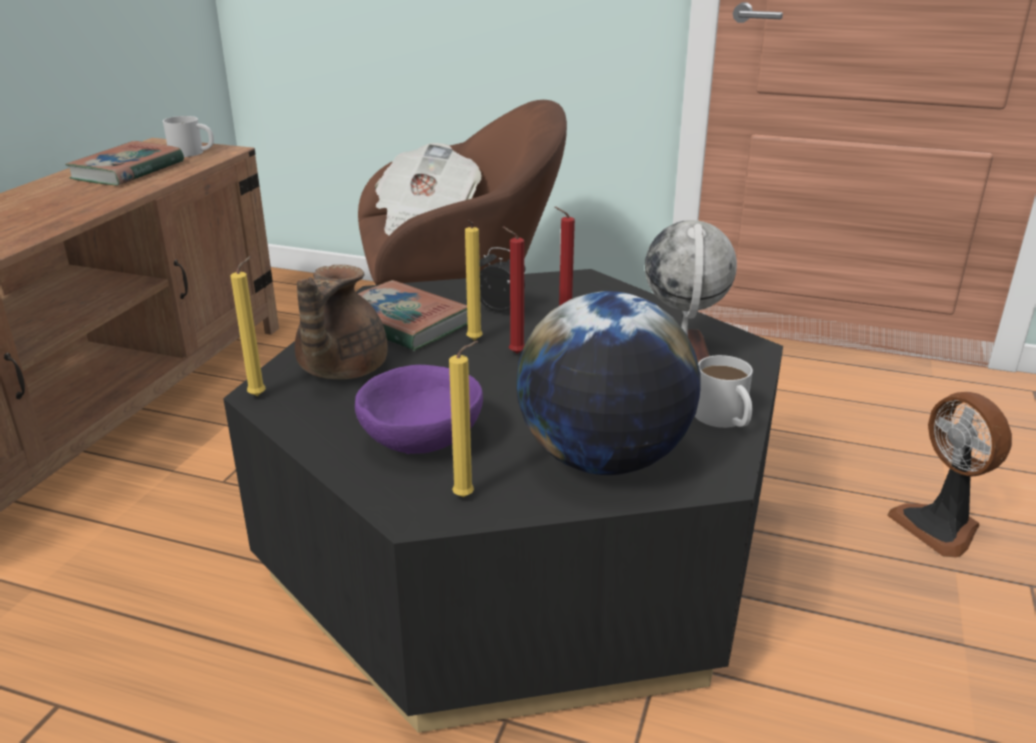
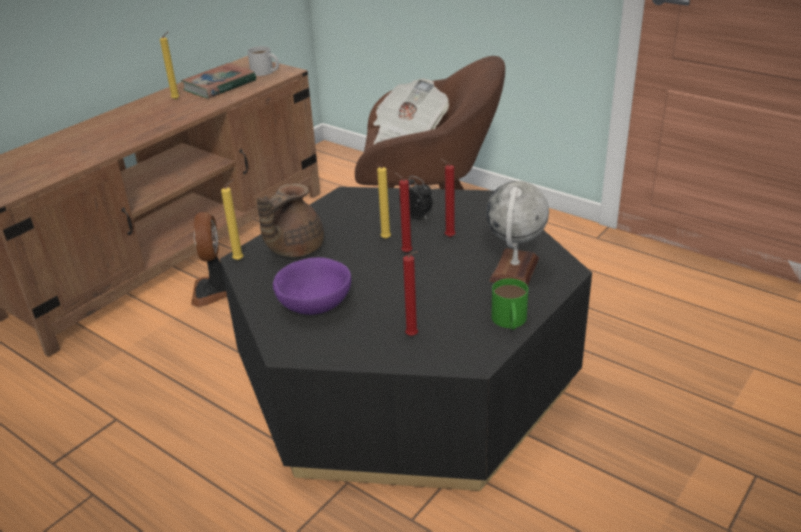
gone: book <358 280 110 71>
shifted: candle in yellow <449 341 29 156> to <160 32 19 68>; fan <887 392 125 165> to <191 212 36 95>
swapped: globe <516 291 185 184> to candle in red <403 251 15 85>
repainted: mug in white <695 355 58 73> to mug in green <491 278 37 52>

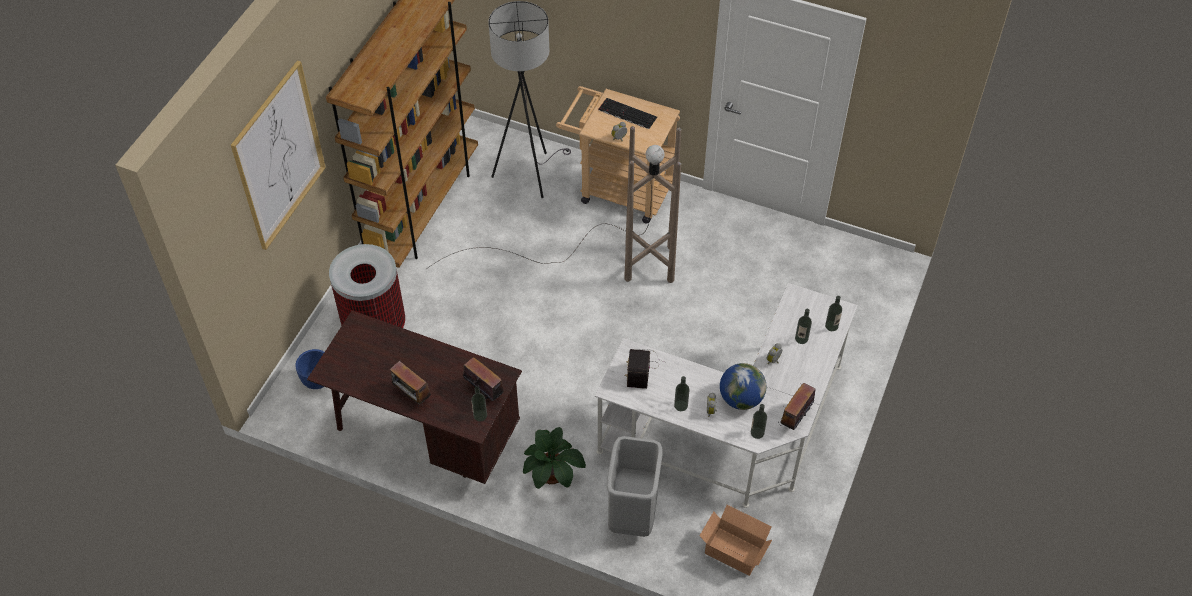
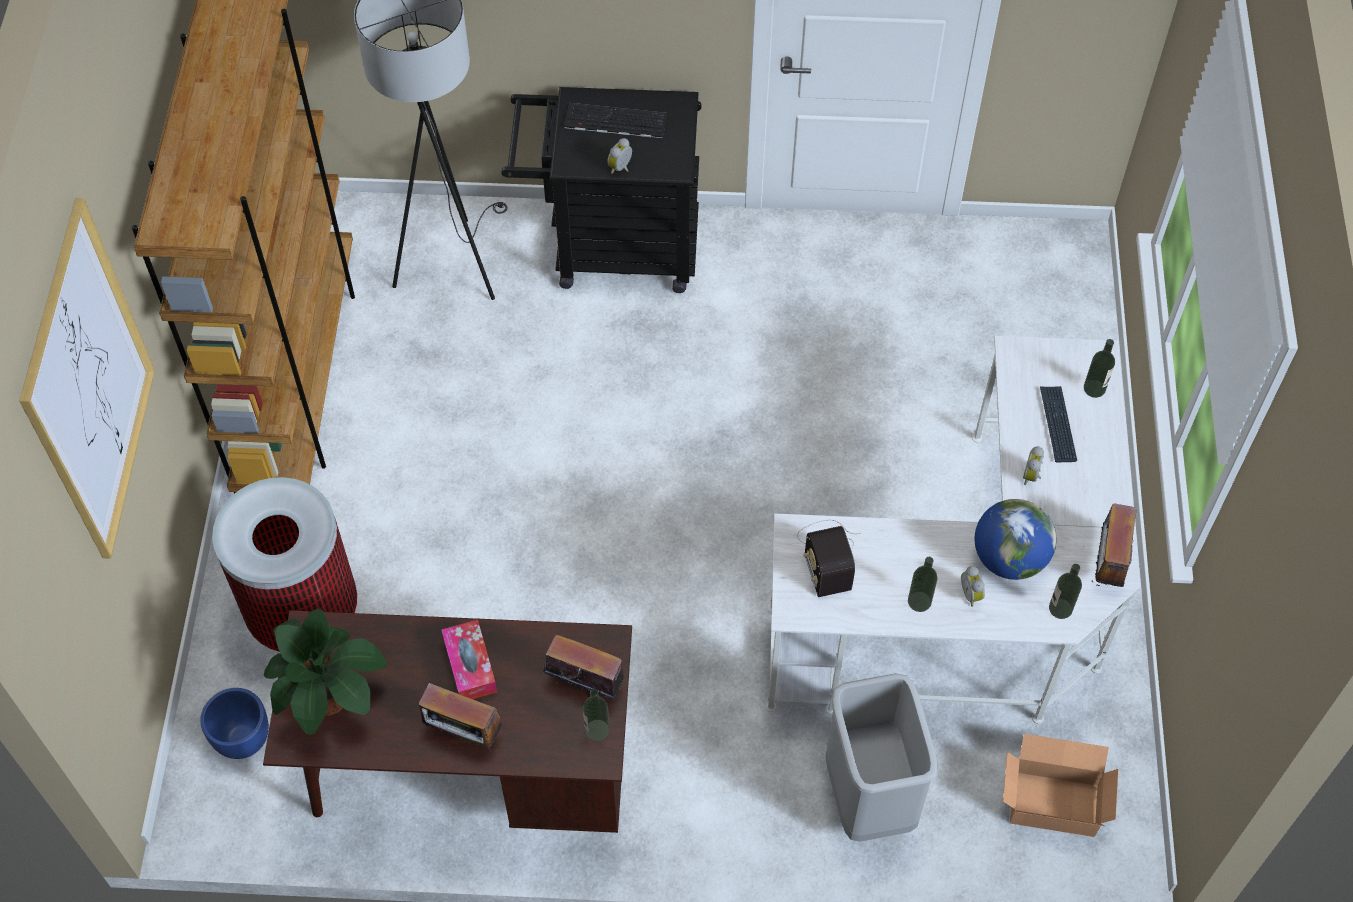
gone: floor lamp in brown <428 126 253 157>
new: tissue box <442 620 55 79>
shifted: potted plant <523 427 63 62> to <264 609 123 126>
swapped: bottle <795 309 17 35> to keyboard <1040 386 37 76>
repainted: cart in beige <556 86 124 137> to cart in black <501 87 200 206>

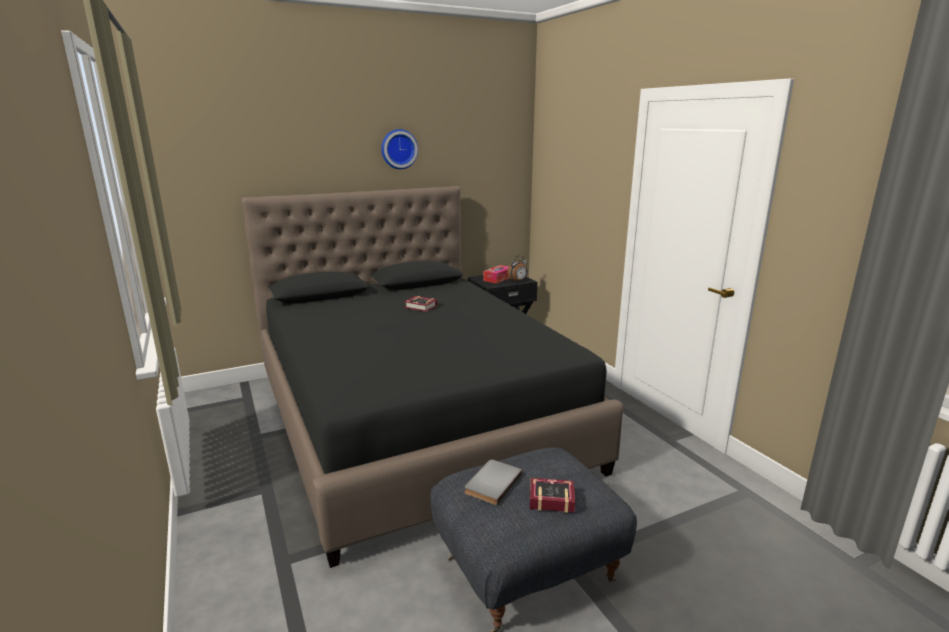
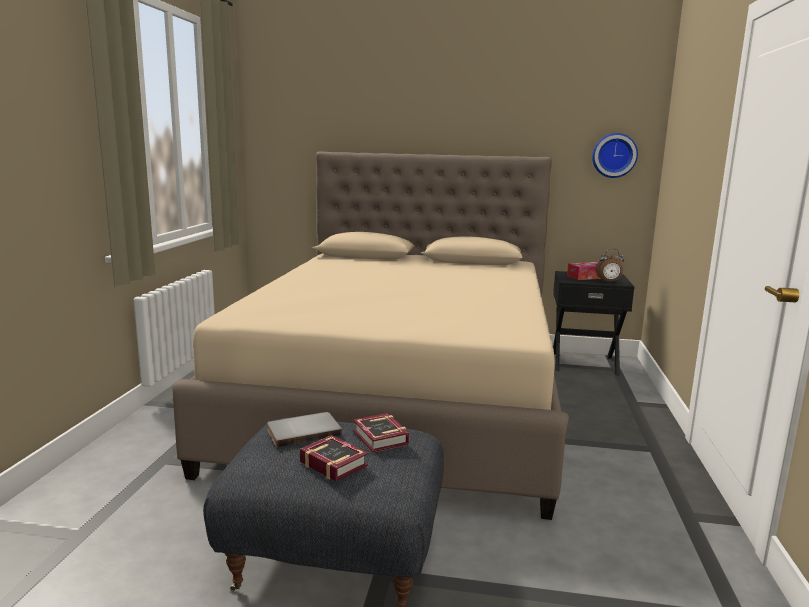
shifted: wall clock <381 129 37 40> to <592 133 46 45>; book <404 296 34 16> to <353 413 56 39>
repainted: bed in black <242 186 382 382> to bed in beige <172 152 397 368>

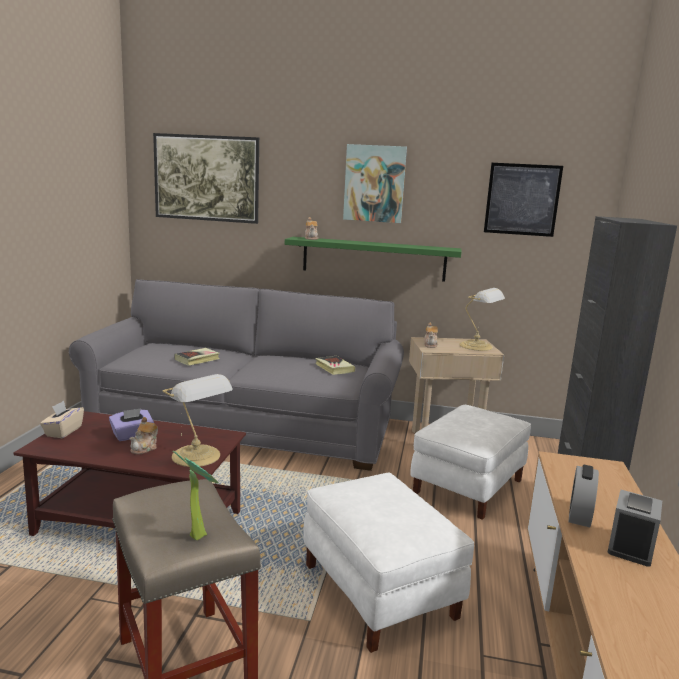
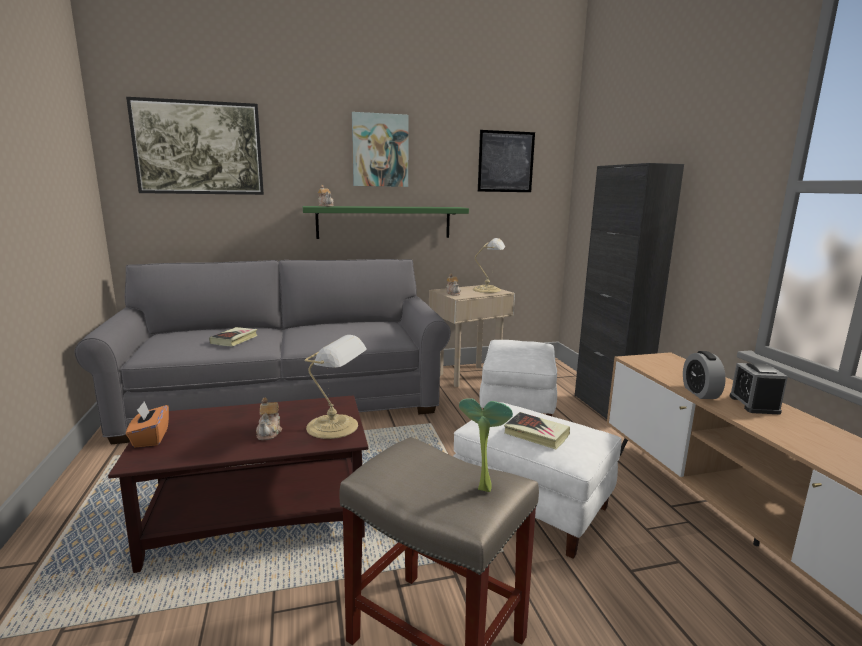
gone: tissue box in purple <109 408 45 33>
shifted: book <315 356 40 19> to <504 412 66 37>
repainted: tissue box in beige <40 401 44 37> to tissue box in orange <126 402 43 46>

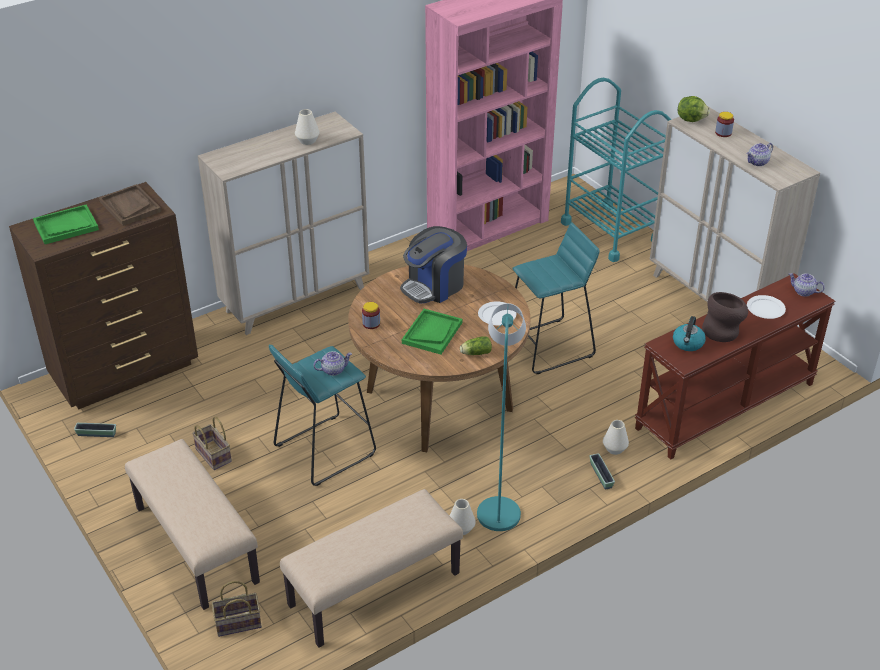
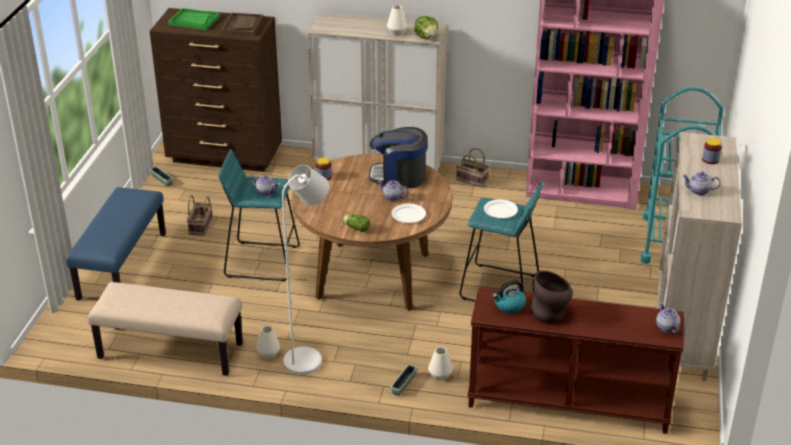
gone: tray in green <402 309 60 46>
new: teapot <378 180 31 21>
shifted: basket <211 581 51 56> to <456 148 34 39>; lettuce <678 96 32 26> to <414 16 24 23>; plate in white <747 295 39 24> to <484 199 34 19>
repainted: bench in beige <125 439 135 171> to bench in blue <66 187 100 113>; floor lamp in turquoise <477 303 49 228> to floor lamp in white <282 165 47 210>

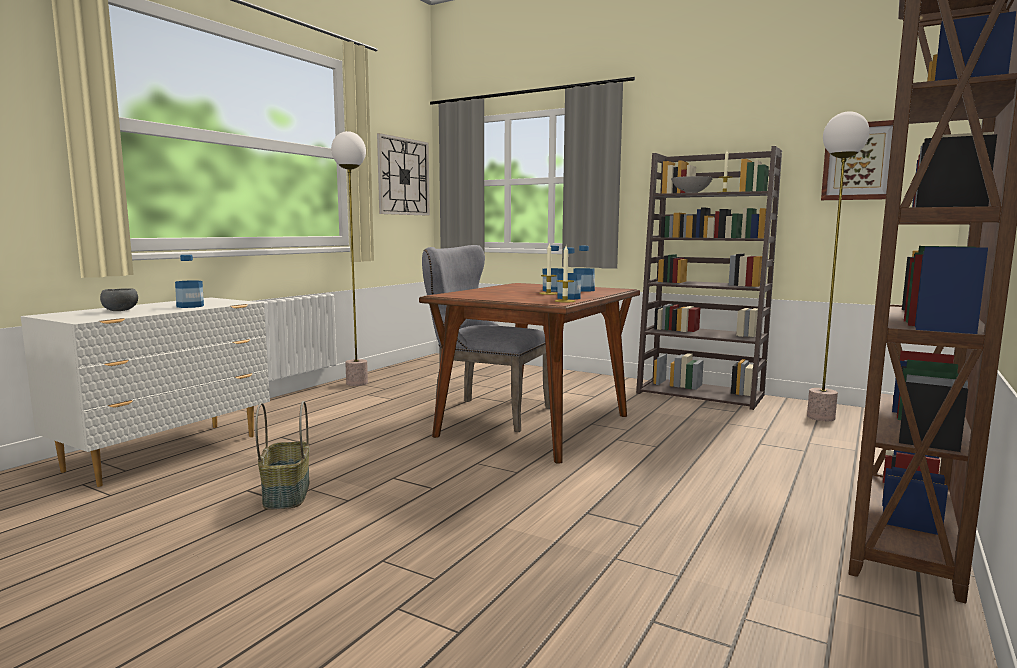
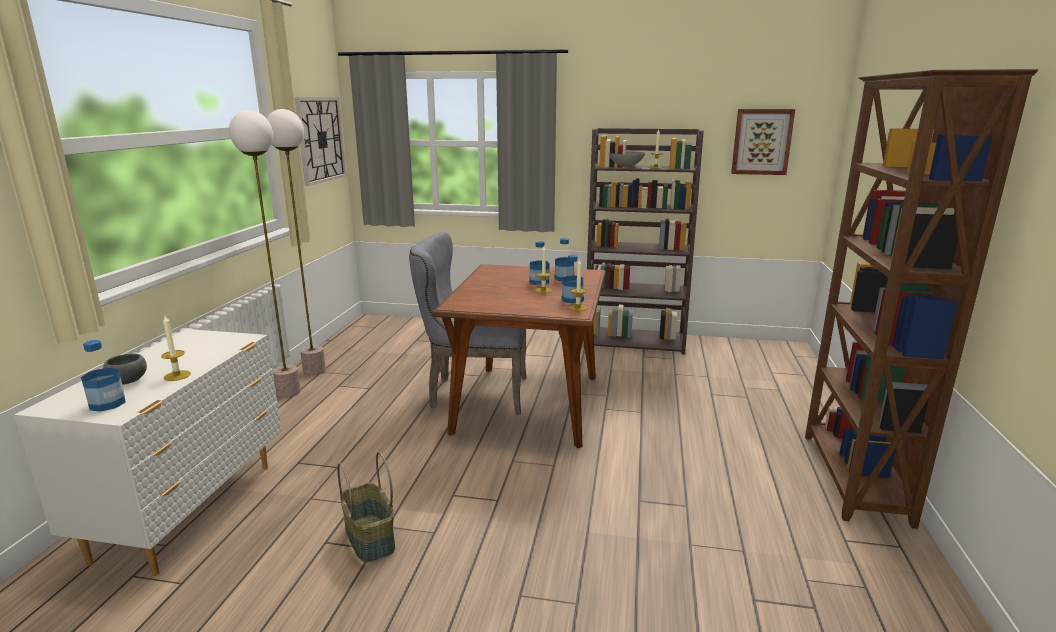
new: candle <161 316 30 65>
shifted: bottle <175 255 29 53> to <81 340 45 72>; floor lamp <807 111 63 310> to <229 110 72 288>

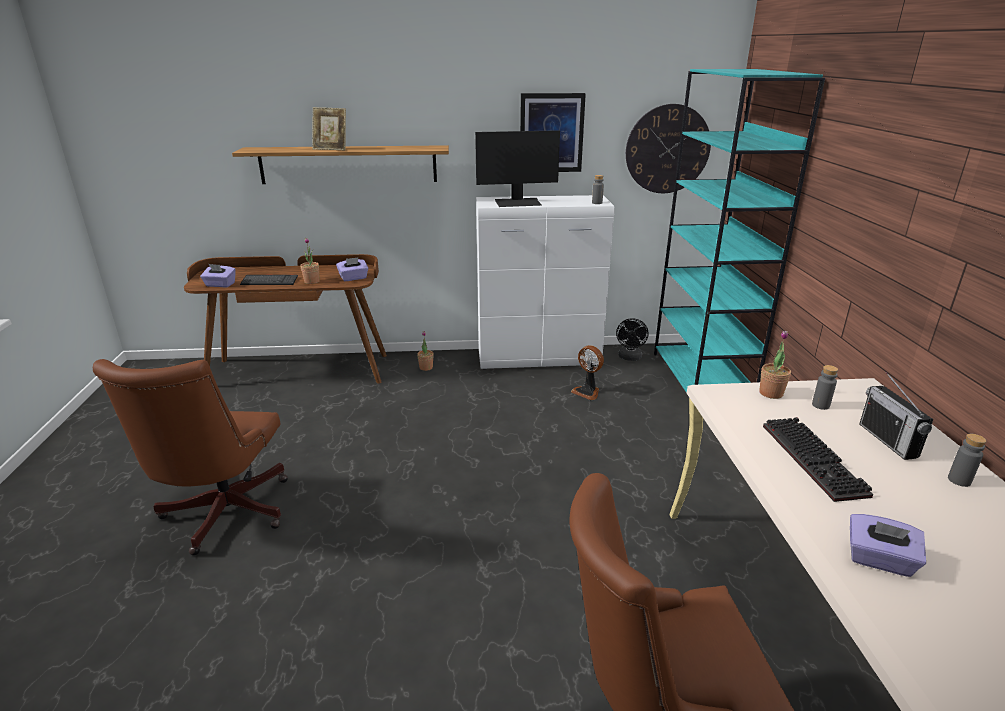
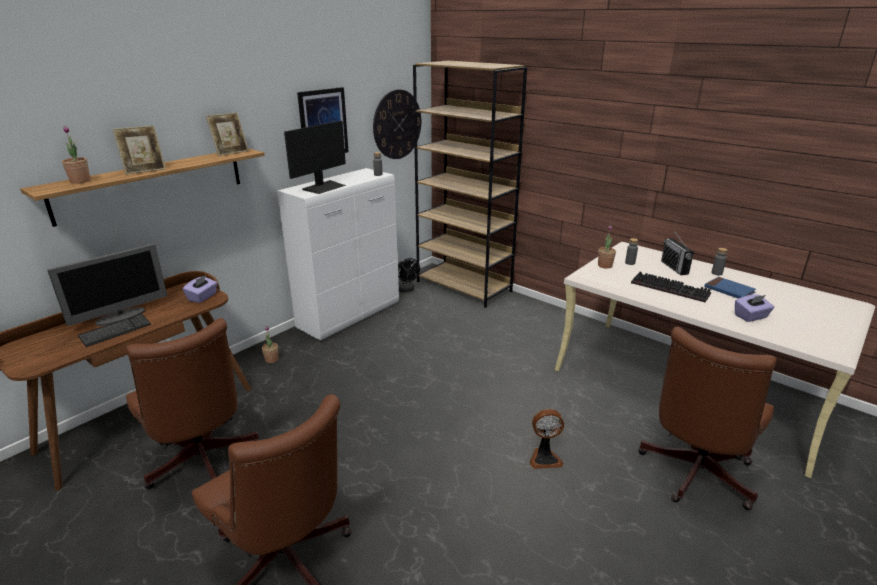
gone: tissue box in purple <200 264 36 23>
new: monitor <47 244 120 82>; office chair in brown <126 318 133 171>; picture frame <206 113 43 43>; book in blue <704 277 52 22>
shifted: potted plant <300 238 20 46> to <62 126 28 58>; fan <571 345 33 55> to <530 409 34 60>
repainted: bookcase in turquoise <654 69 171 324> to bookcase in brown <413 61 114 247>
rotated: radio <859 372 74 88> = <661 230 33 45> 45 degrees clockwise

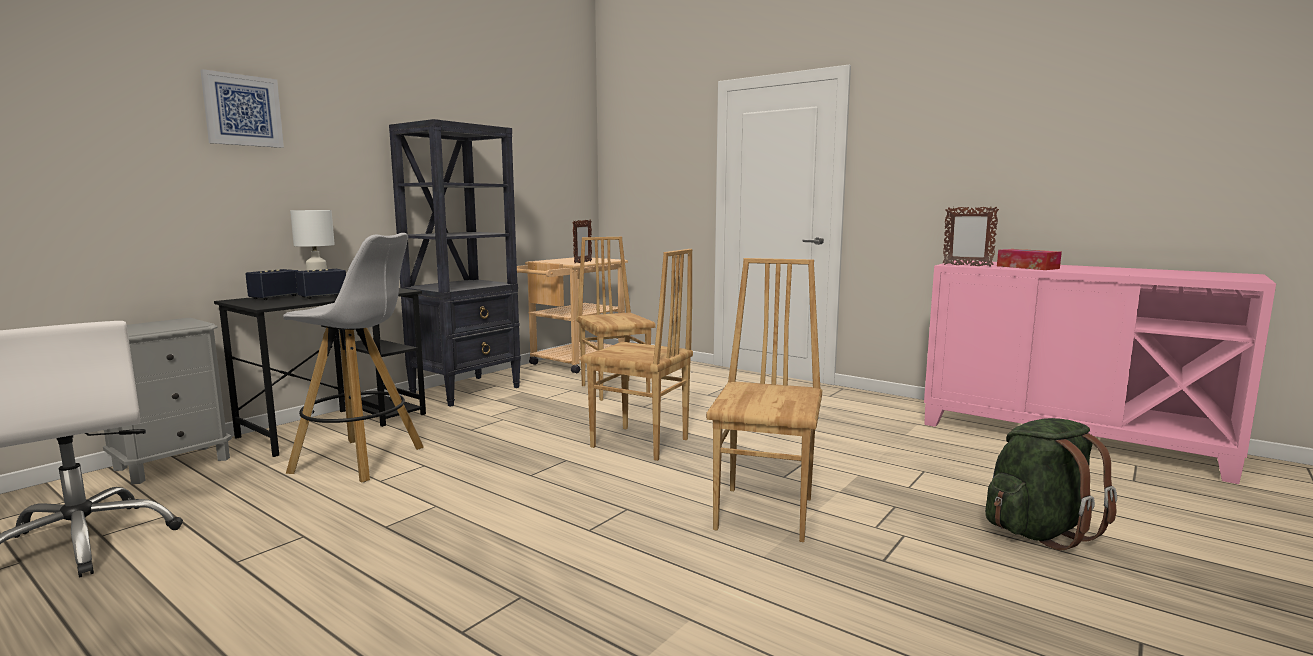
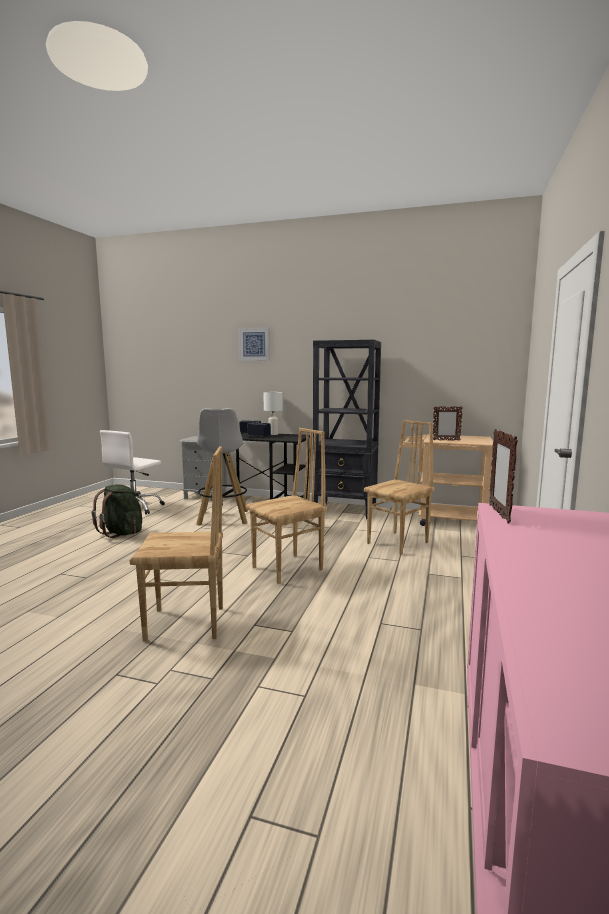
gone: tissue box <997 249 65 21>
shifted: backpack in green <985 418 132 132> to <92 484 50 54>
rotated: chair in brown <580 249 113 212> = <246 428 81 156> 135 degrees counterclockwise

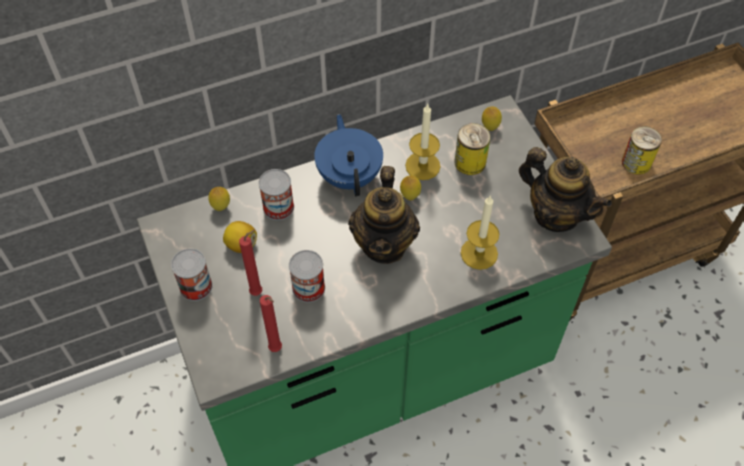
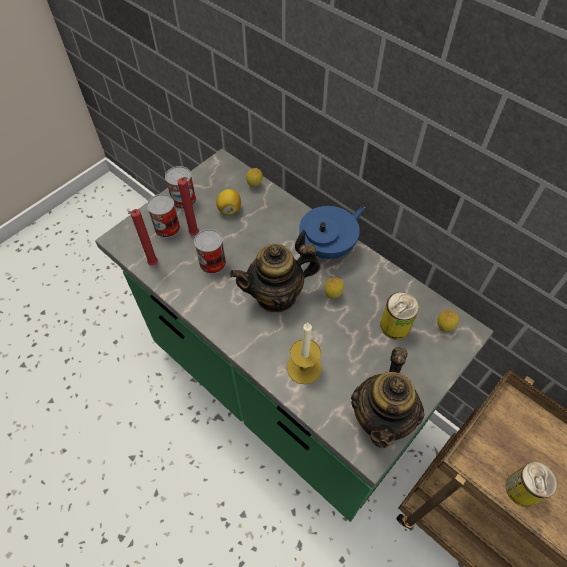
gone: candle <405 104 36 76>
shifted: can <259 169 35 51> to <147 194 33 44>

